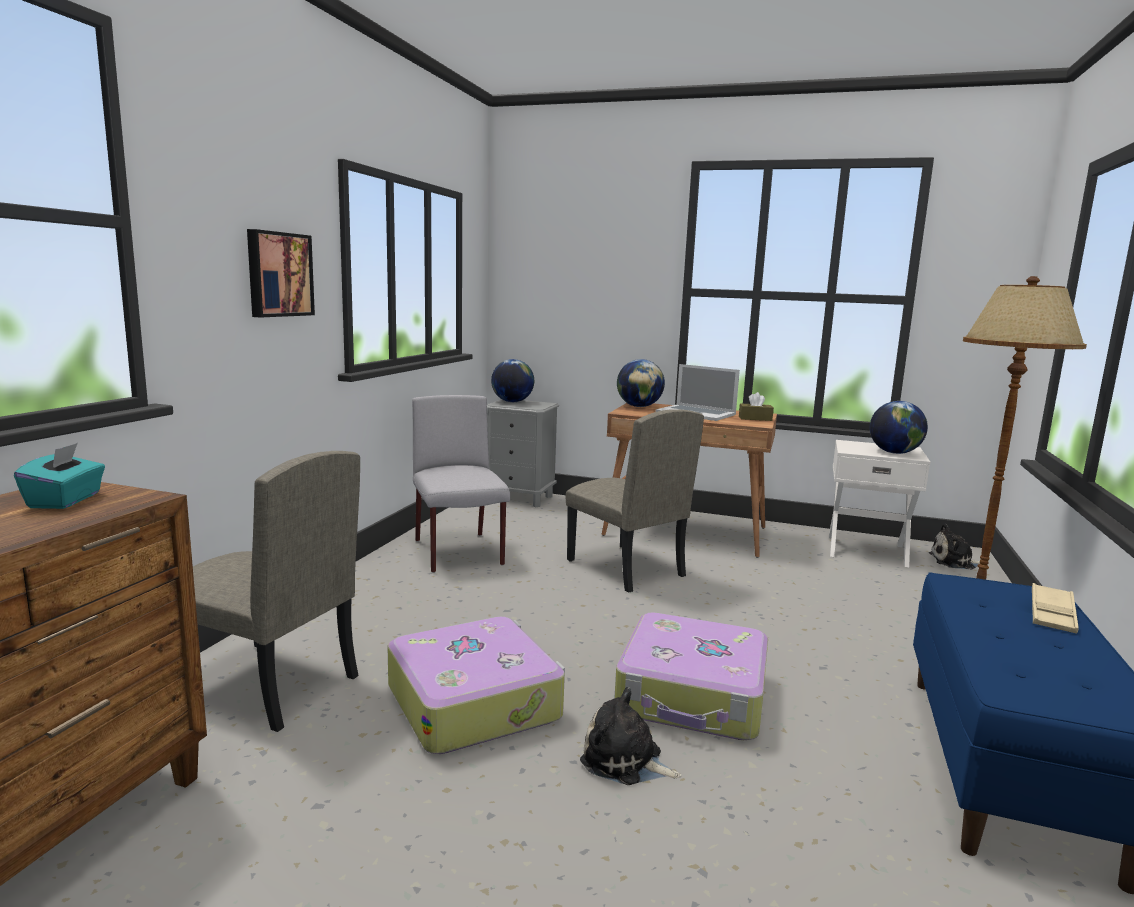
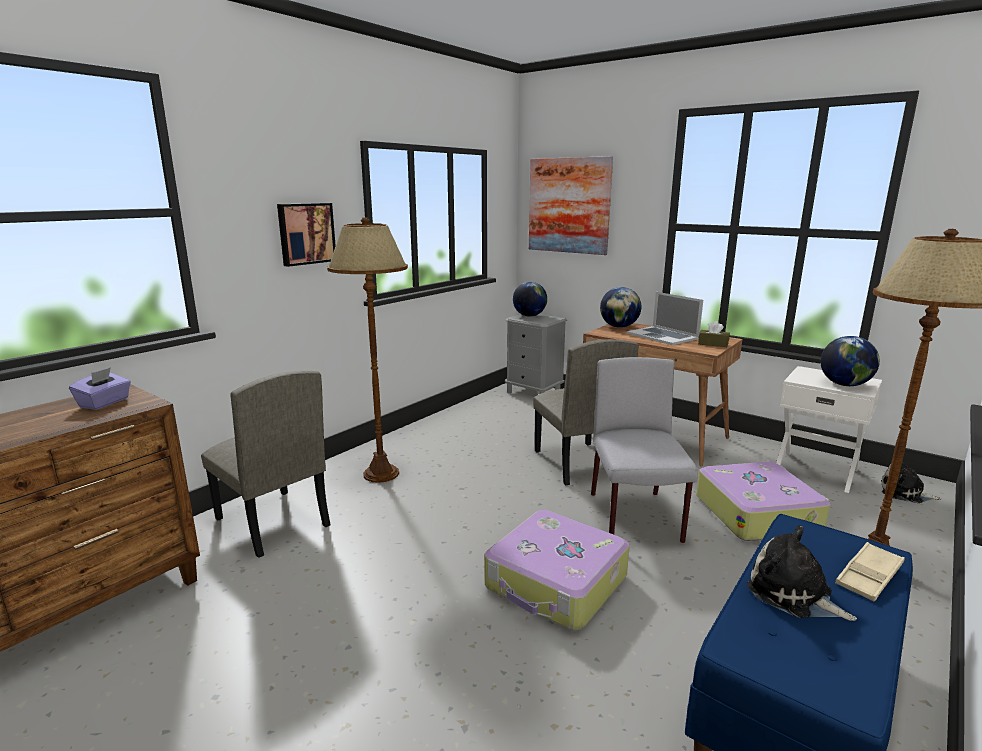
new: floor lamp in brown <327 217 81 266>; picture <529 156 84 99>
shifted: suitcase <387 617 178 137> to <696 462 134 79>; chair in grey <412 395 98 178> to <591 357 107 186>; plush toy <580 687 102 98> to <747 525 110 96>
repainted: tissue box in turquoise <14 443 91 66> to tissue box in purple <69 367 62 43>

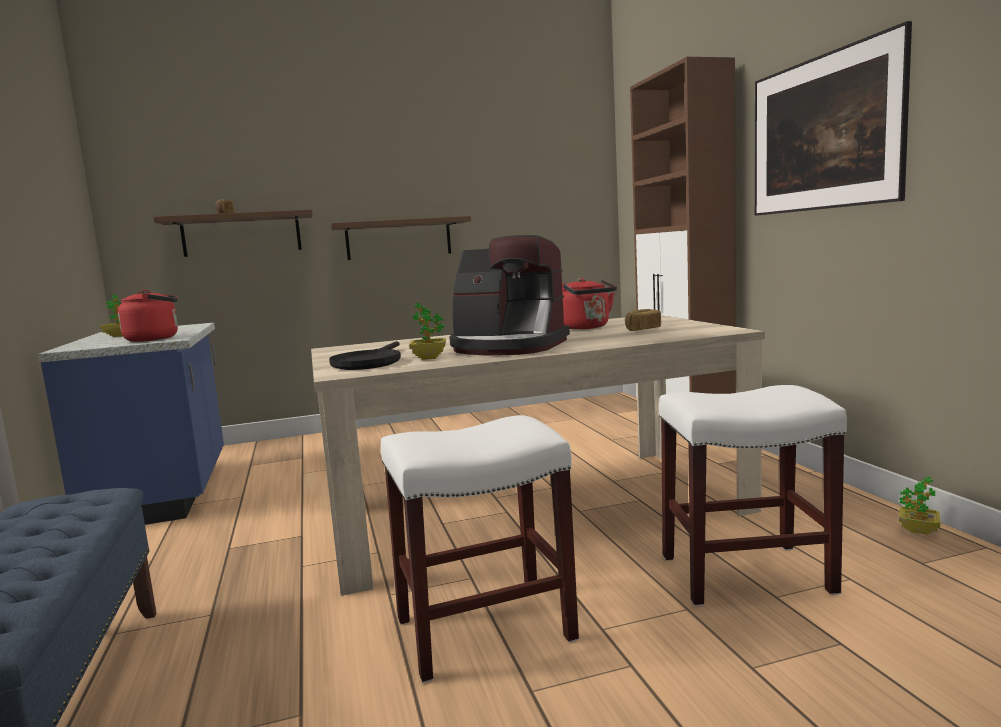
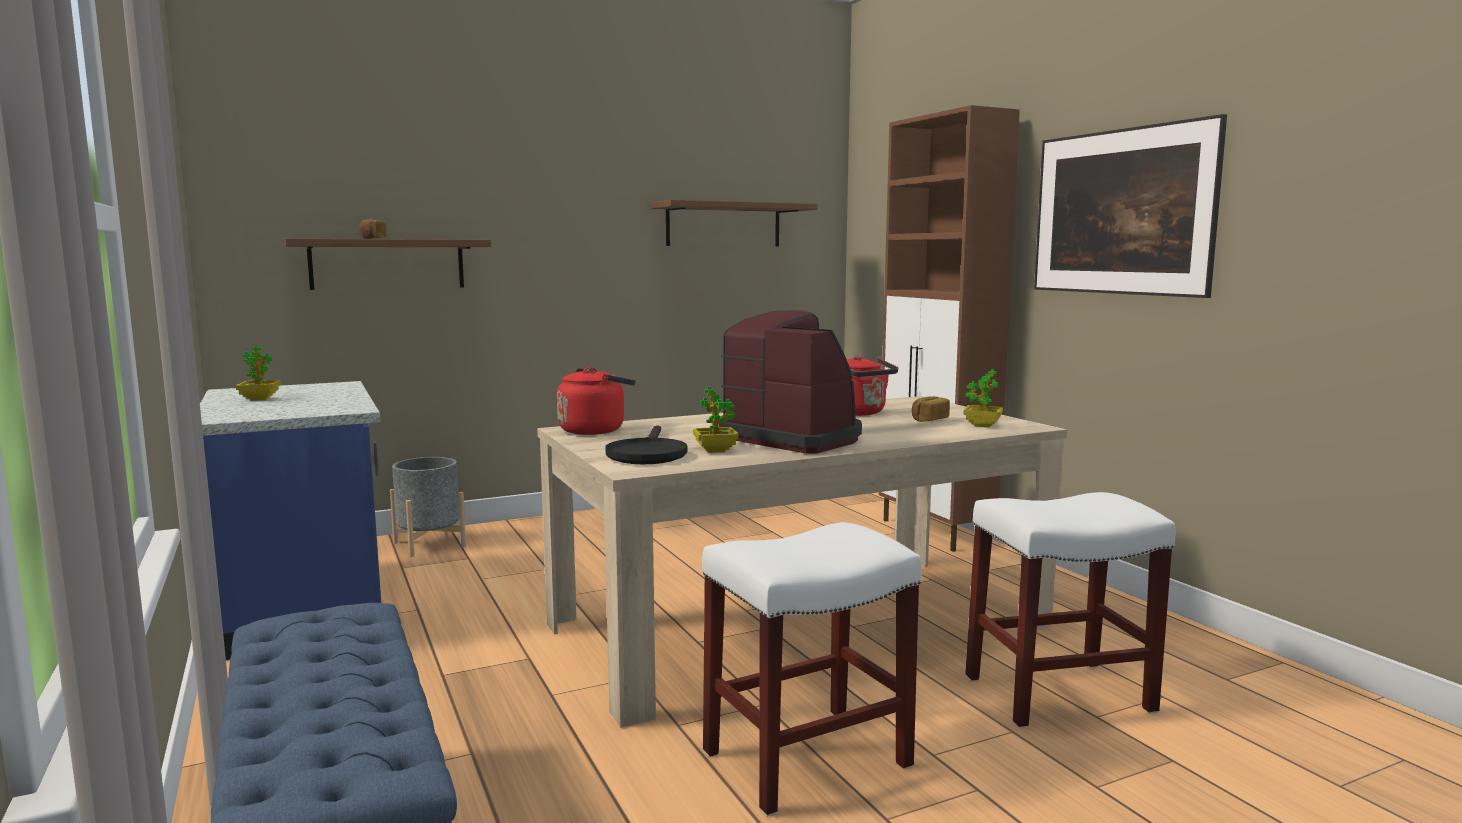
new: planter in grey <390 457 76 100>
shifted: kettle in red <118 290 60 52> to <557 367 79 68>; shelf in brown <331 216 140 44> to <651 200 167 46>; potted plant <899 476 41 58> to <963 369 40 59>
rotated: coffee machine <449 235 121 120> = <719 310 143 144> 150 degrees counterclockwise

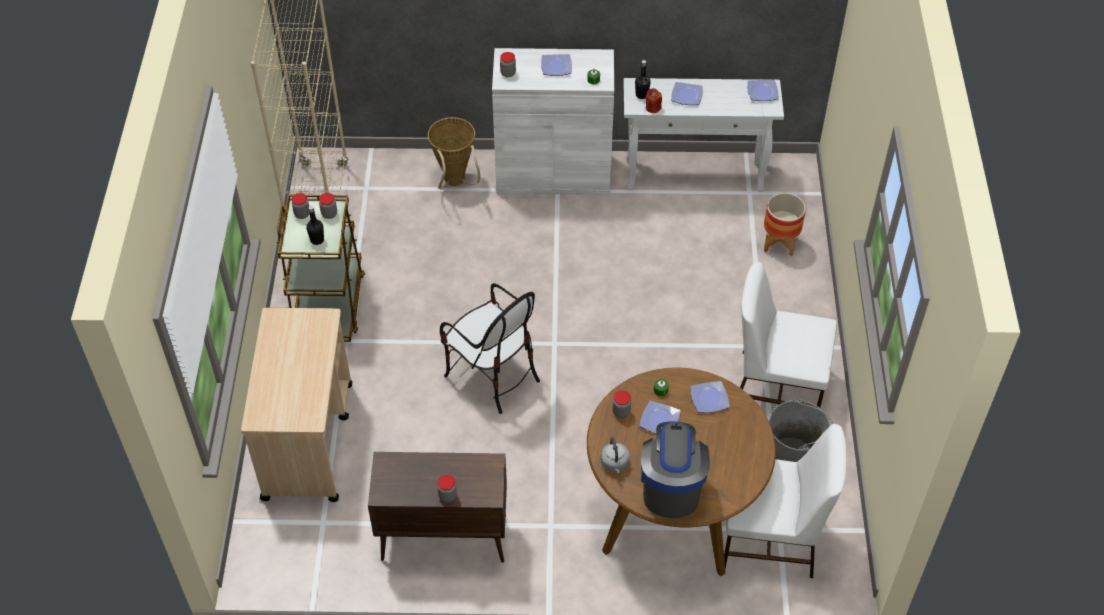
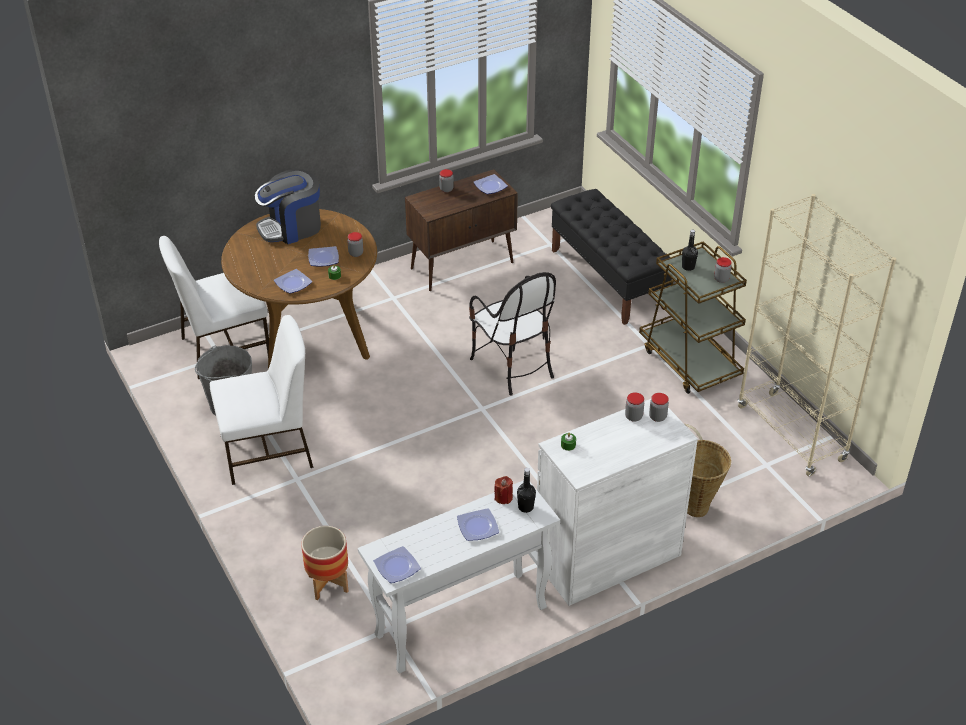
gone: kettle in grey <600 437 30 36>
shifted: jar <319 193 18 26> to <625 392 19 30>; plate <541 54 31 22> to <474 174 34 20>
swapped: cart in beige <241 308 111 194> to bench in black <551 189 121 136>
rotated: chair <440 283 100 131> = <469 272 87 124> 135 degrees counterclockwise; coffee machine <641 422 69 96> = <255 169 66 75> 90 degrees clockwise

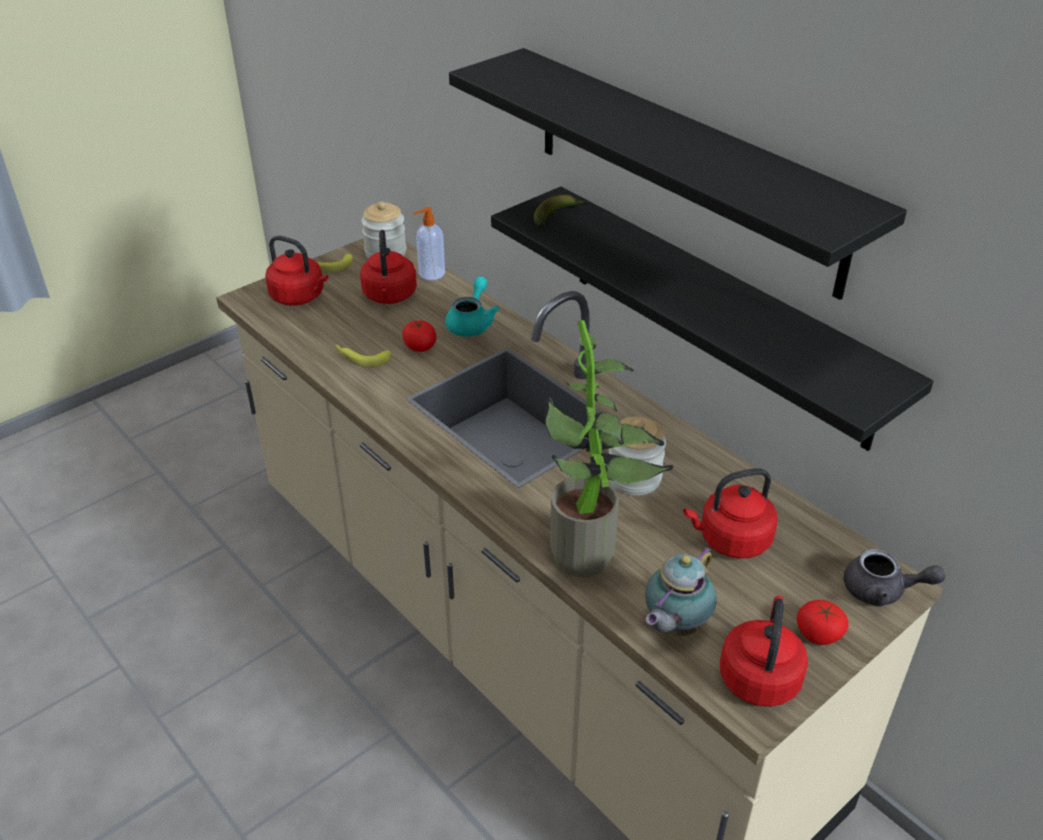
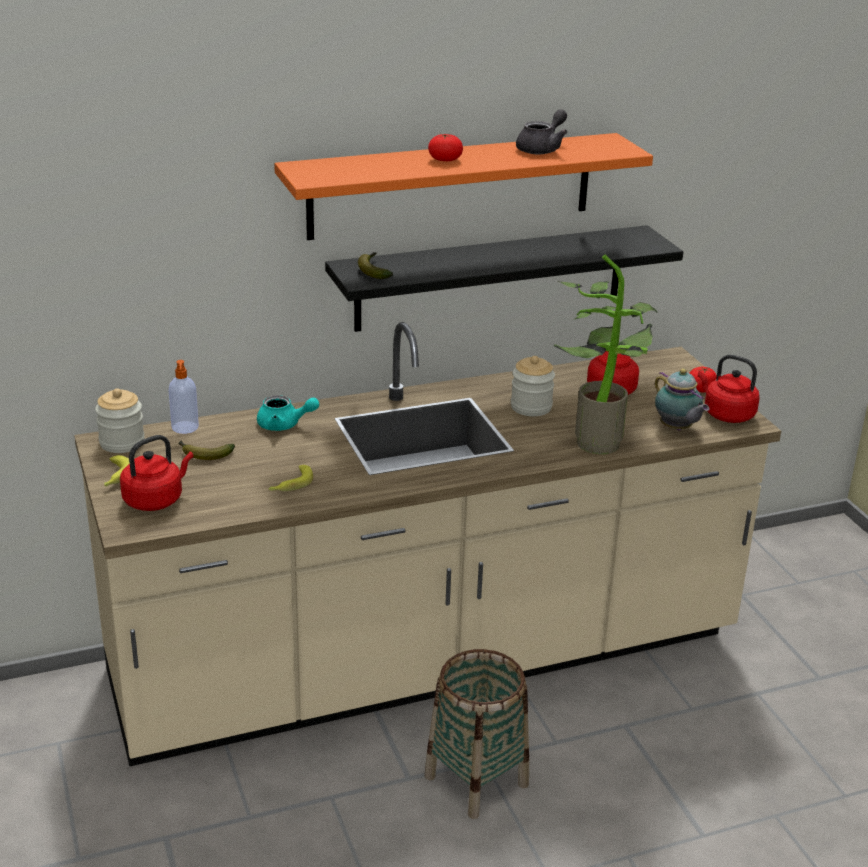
new: basket <424 649 105 170>
shifted: tomato <402 320 34 32> to <428 134 35 27>; teapot in grey <844 549 101 58> to <516 109 52 45>
swapped: kettle in red <360 230 57 74> to banana <178 440 57 20>
repainted: shelf in black <449 48 458 252> to shelf in orange <274 133 379 107>
rotated: teapot in turquoise <445 276 55 61> = <257 395 62 36> 150 degrees clockwise

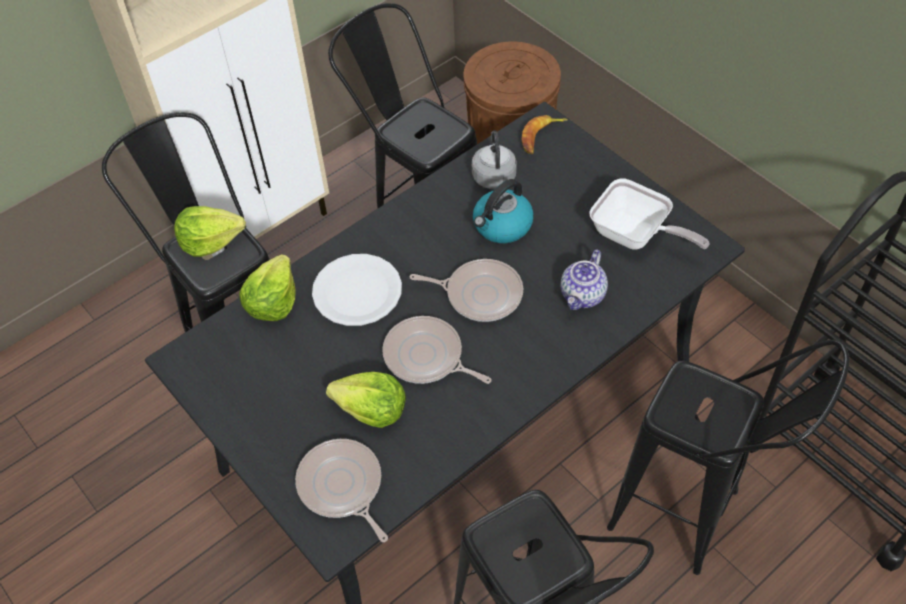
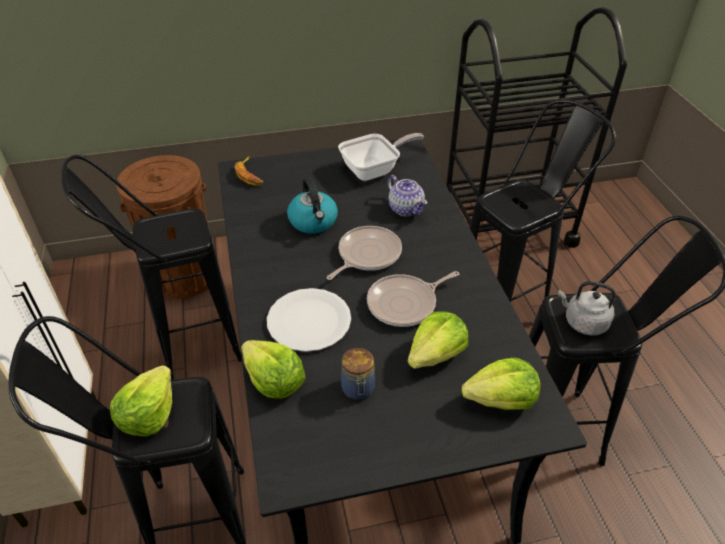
new: jar <341 348 34 52>
shifted: kettle in grey <472 130 45 59> to <558 281 58 55>
swapped: frying pan <295 439 93 103> to lettuce <462 358 78 52>

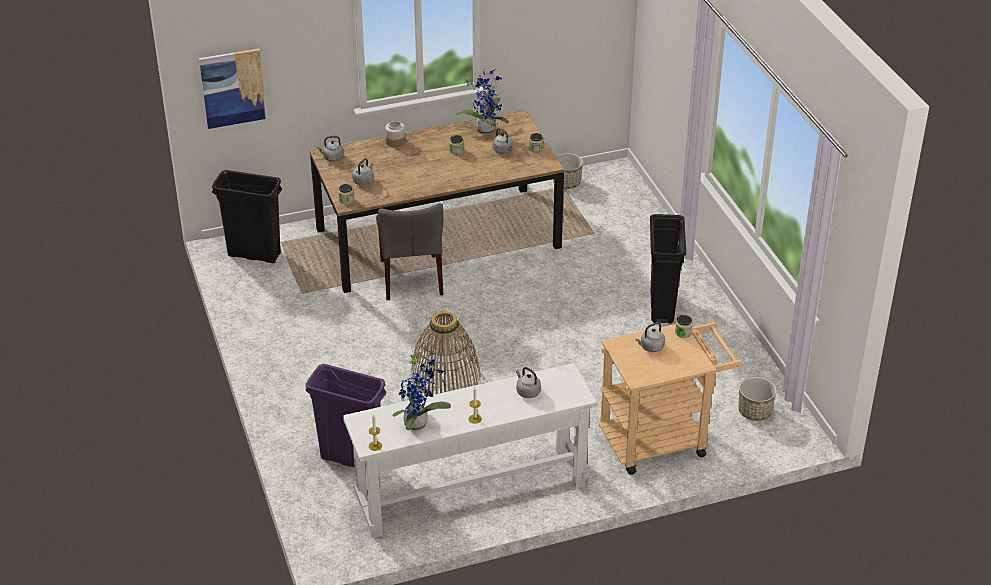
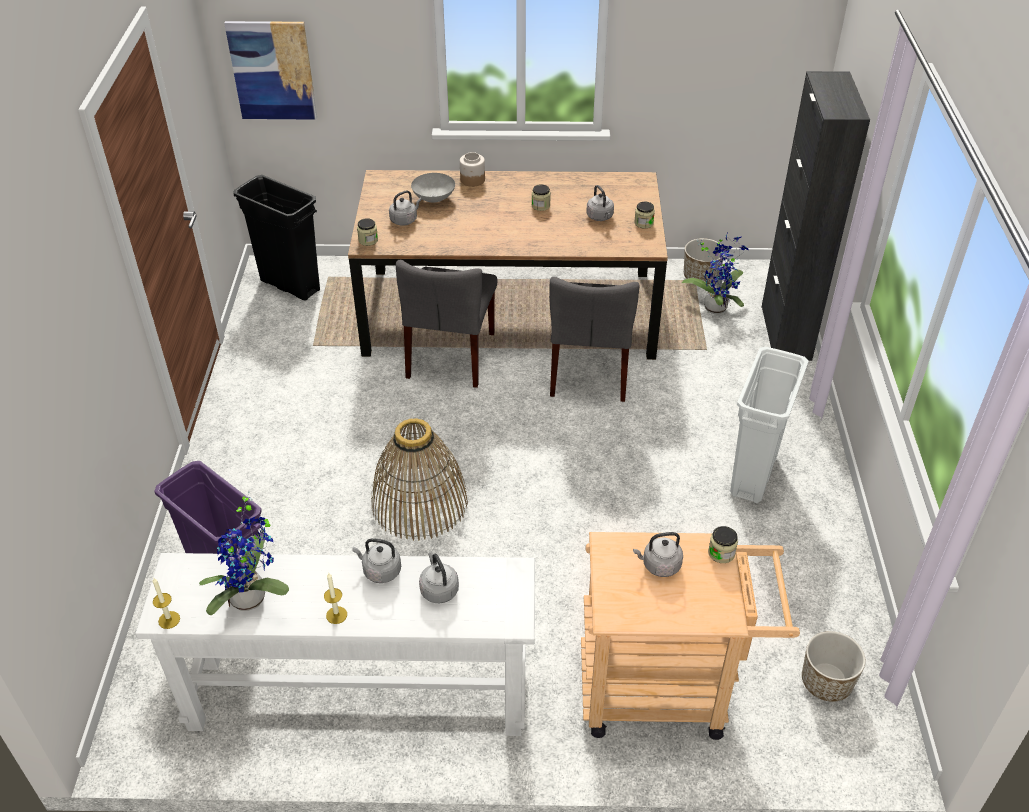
new: bowl in grey <411 173 44 30>; chair in grey <549 277 91 125>; cabinet in black <762 71 108 290>
shifted: kettle in grey <316 136 28 26> to <352 538 49 45>; potted plant <456 70 53 65> to <682 233 66 81>
repainted: trash can in black <650 214 36 110> to trash can in white <730 347 79 156>

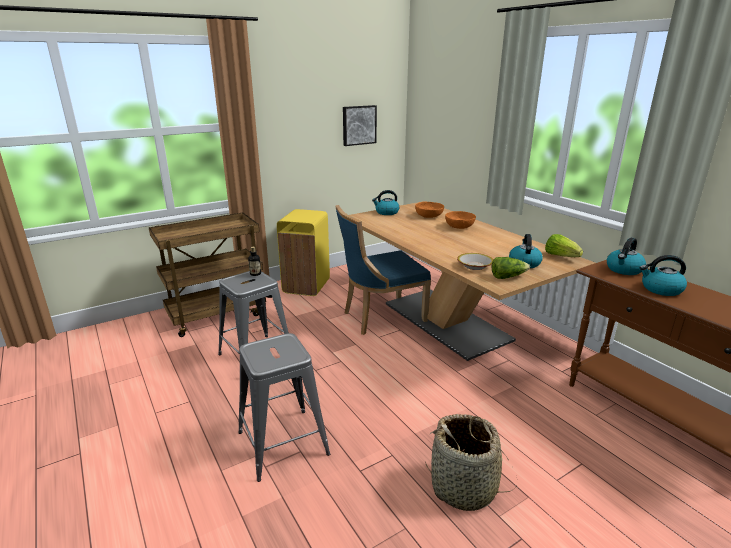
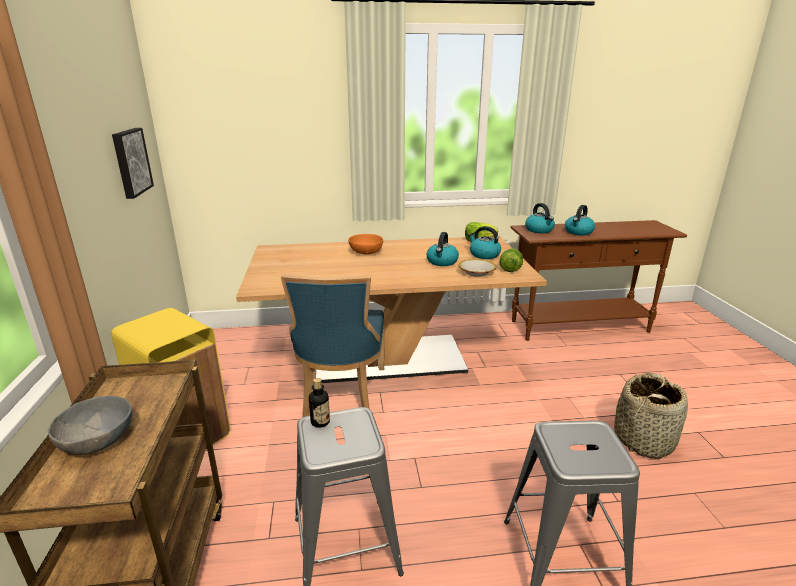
gone: bowl in orange <415 202 29 16>
new: bowl in grey <48 396 84 59>
shifted: kettle <372 190 27 25> to <426 232 33 34>

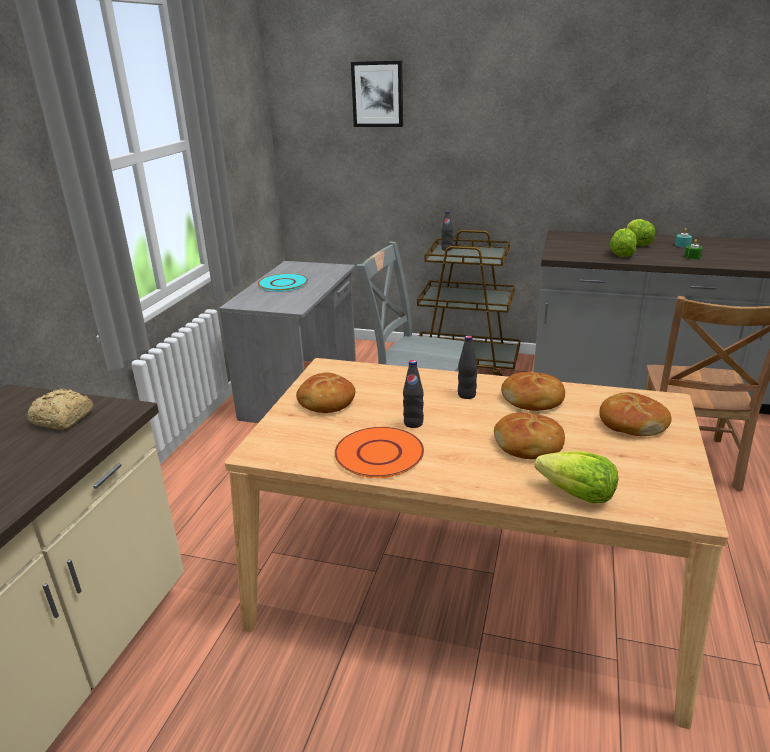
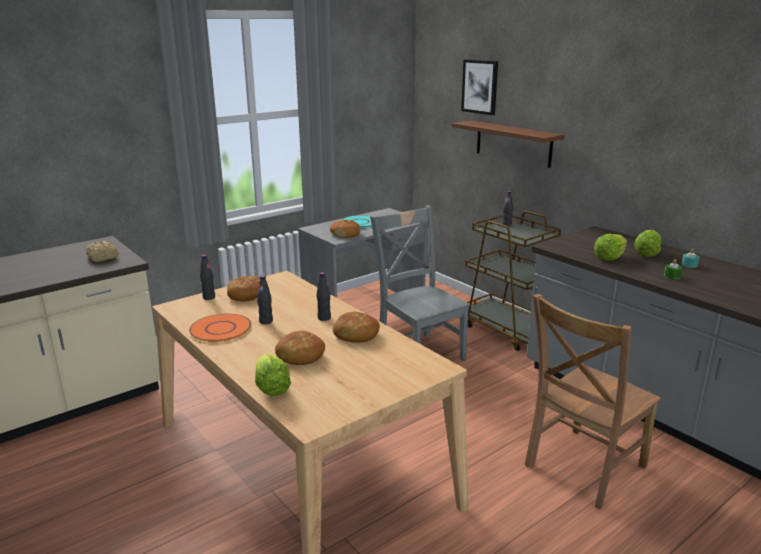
new: bottle in black <200 255 15 45>; shelf in brown <452 120 113 48>
shifted: bread <599 392 73 44> to <330 220 31 18>

